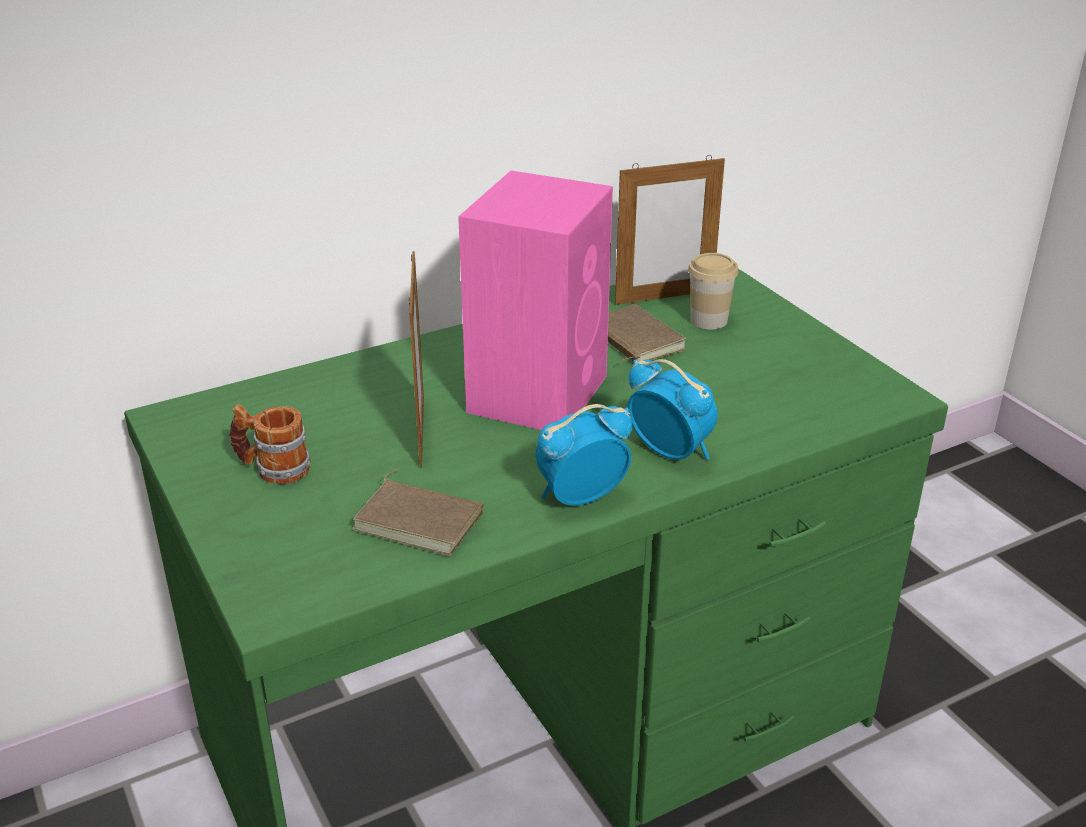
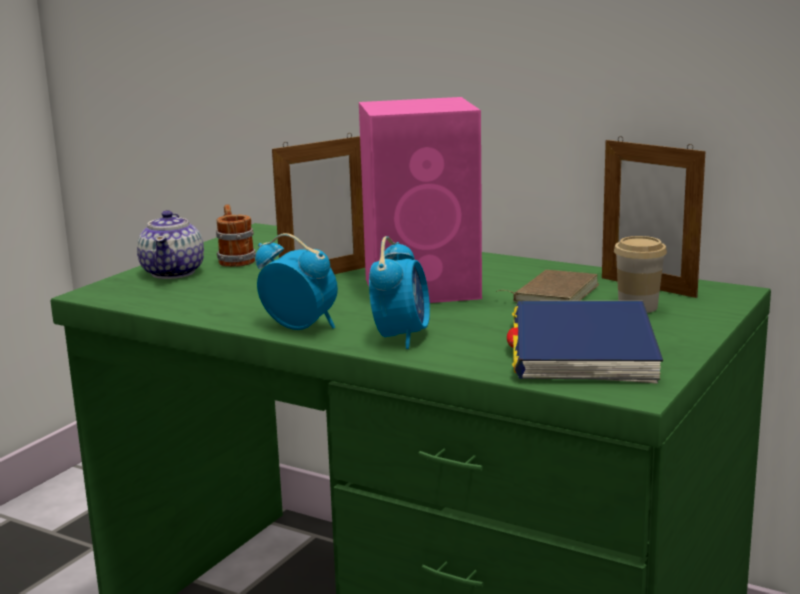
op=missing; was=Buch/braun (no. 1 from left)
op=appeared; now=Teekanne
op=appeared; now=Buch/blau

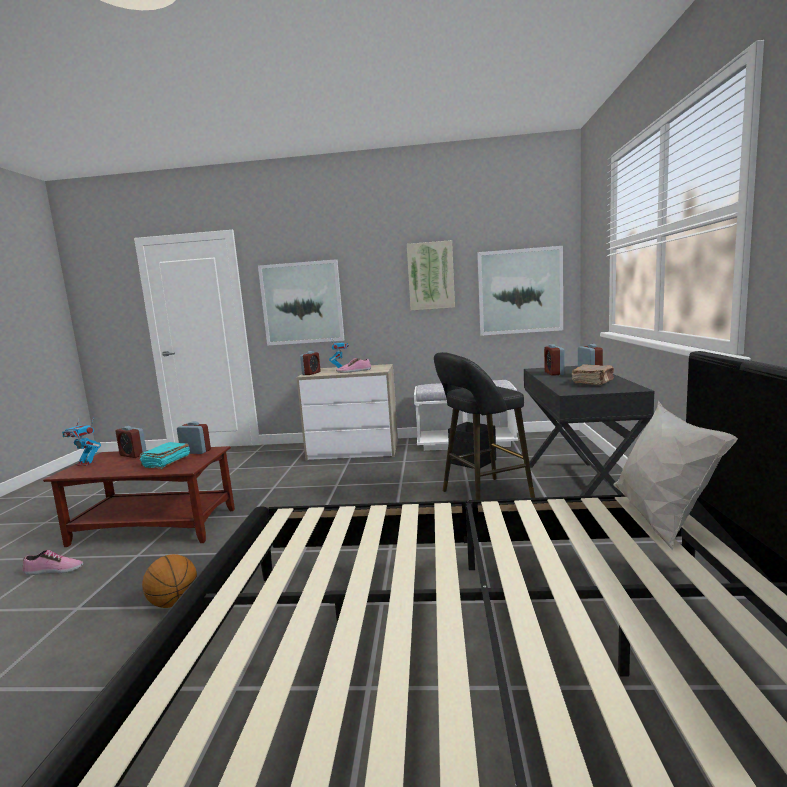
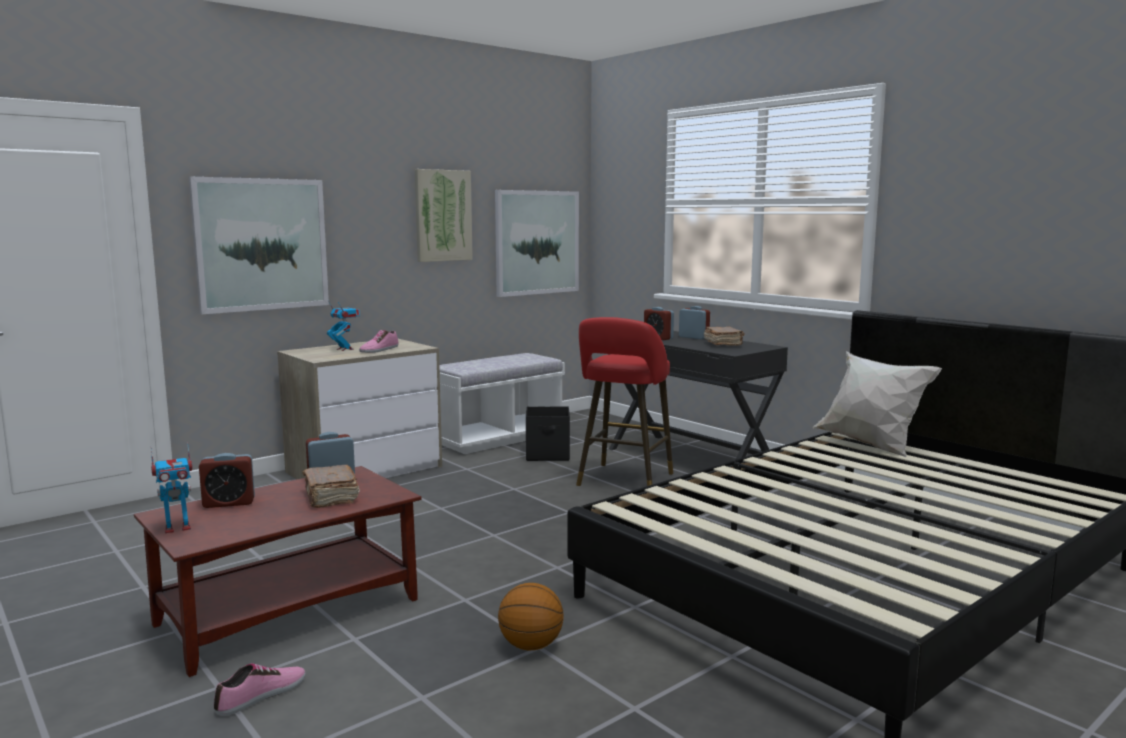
op=colour; was=Buch/türkis; now=Buch/braun (no. 1 from left)
op=missing; was=Wecker (no. 3 from left)
op=colour; was=Hocker/schwarz; now=Hocker/rot

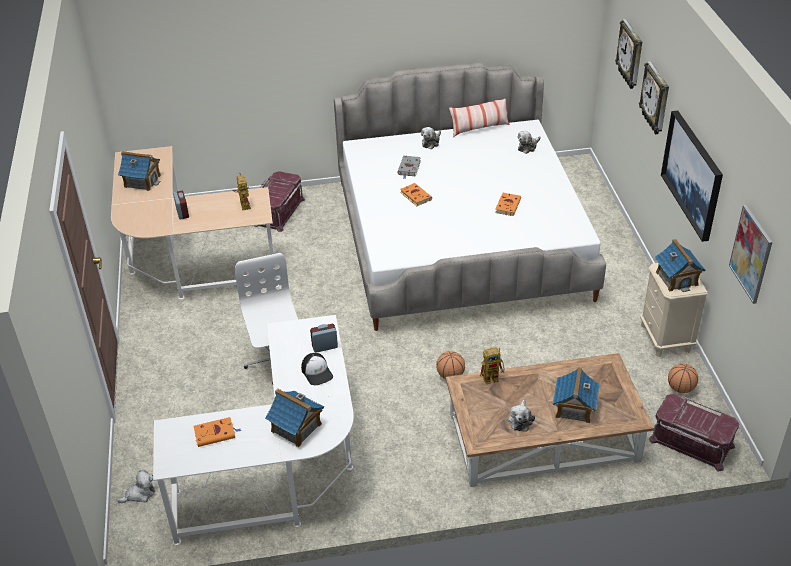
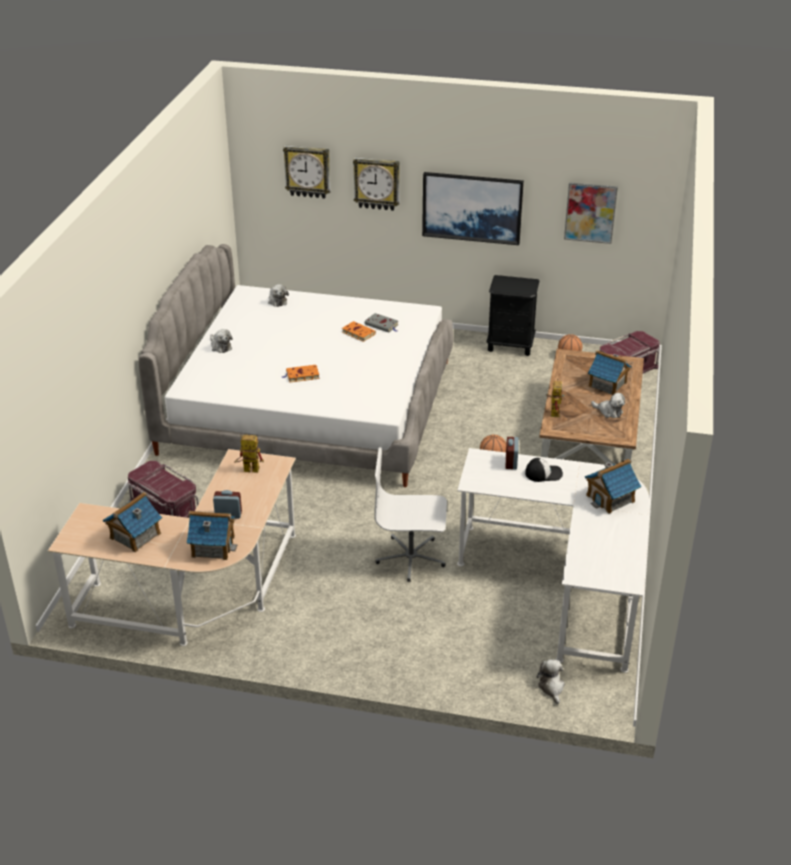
op=missing; was=Buch/orange (no. 1 from left)
op=relocated; was=Buch/grau
op=missing; was=Kissen
op=colour; was=Nachttisch/beige; now=Nachttisch/schwarz
op=relocated; was=Spielzeughaus (no. 4 from left in the first image); now=Spielzeughaus (no. 2 from left)

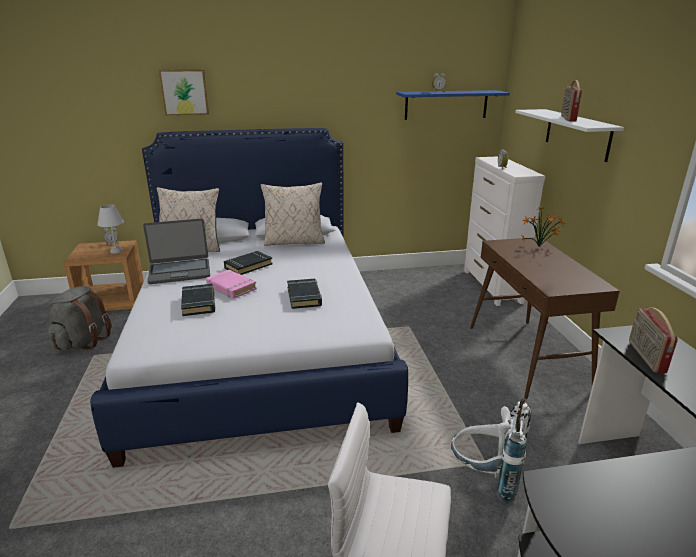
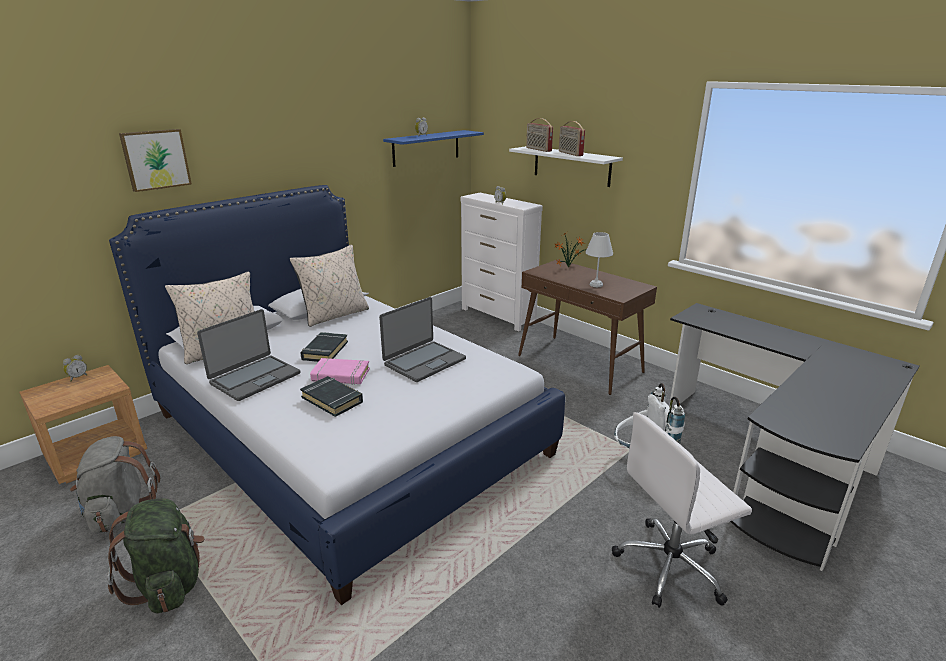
op=relocated; was=Tischlampe/weiß
op=exchanged; was=Buch/schwarz (no. 3 from left); now=Laptop (no. 2 from left)
op=relocated; was=Radio (no. 2 from left in the first image); now=Radio (no. 1 from left)
op=appeared; now=Rucksack/grün

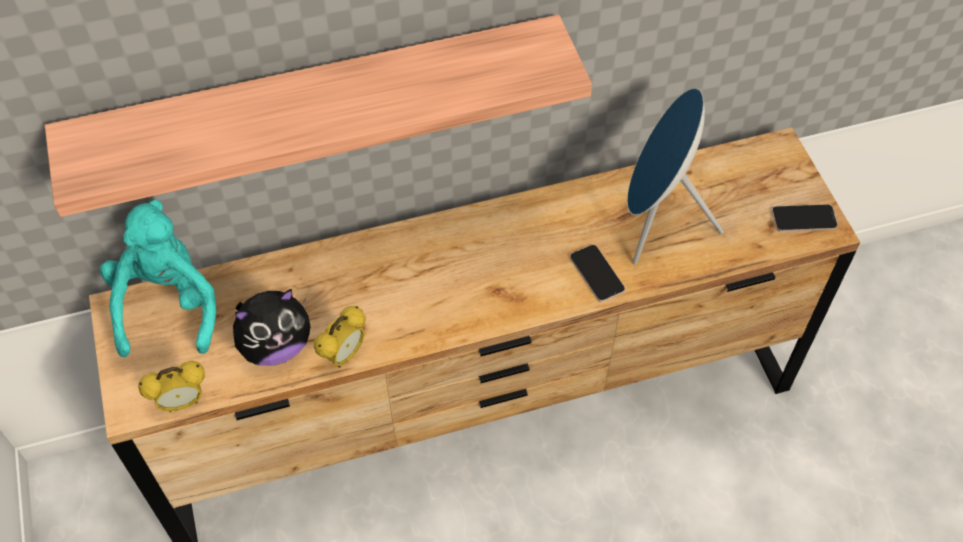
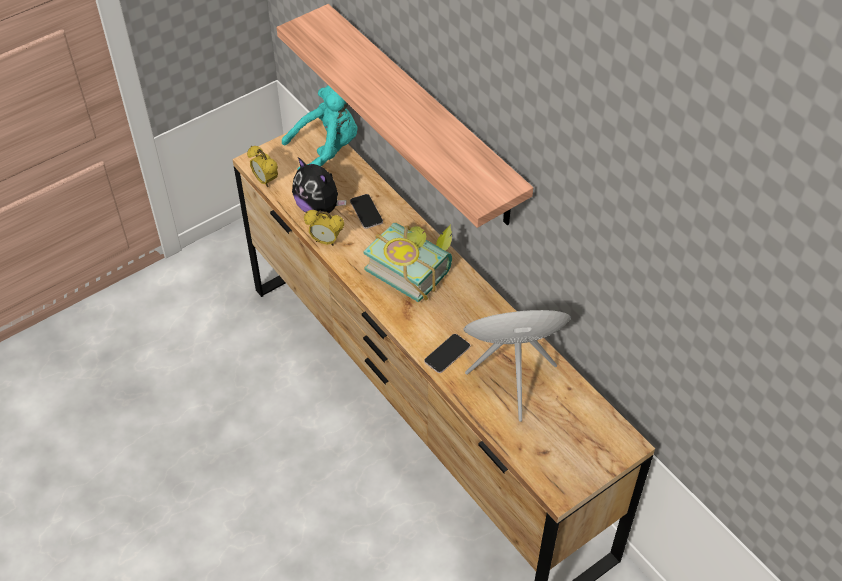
op=relocated; was=Handy (no. 2 from left in the first image); now=Handy (no. 1 from left)
op=appeared; now=Buch

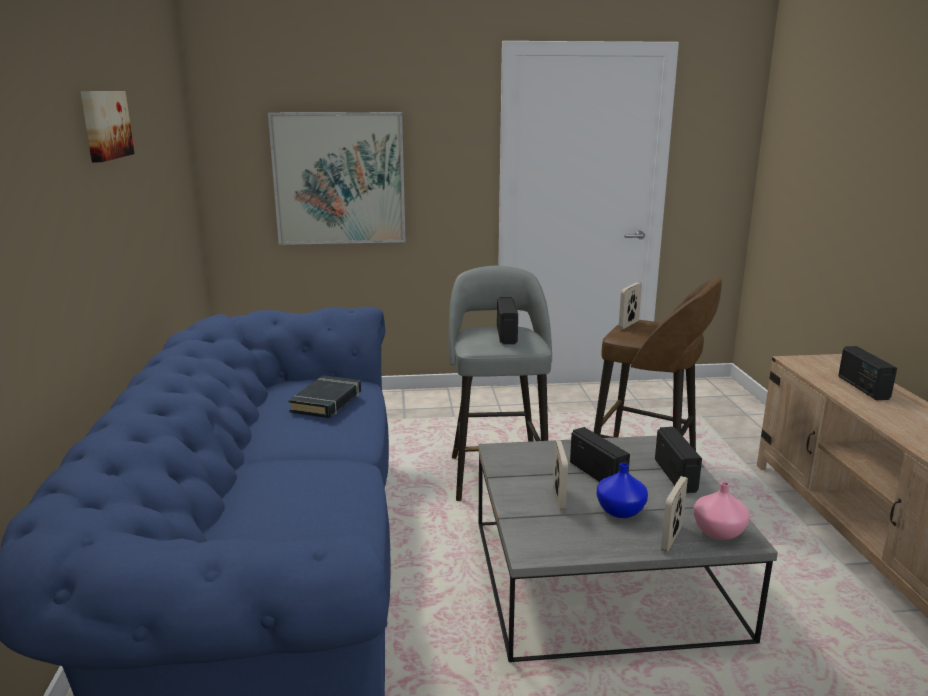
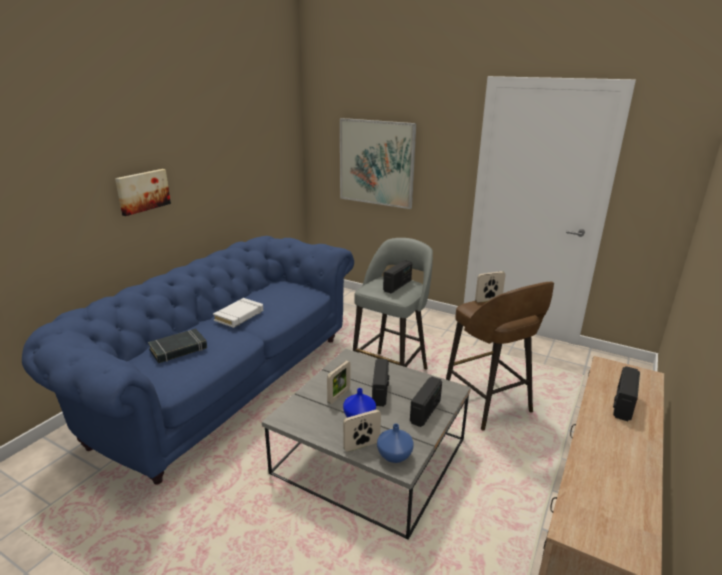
op=relocated; was=Bild (no. 1 from left)
op=relocated; was=Buch/schwarz
op=colour; was=Vase/rosa; now=Vase/blau (no. 2 from left)
op=appeared; now=Buch/weiß

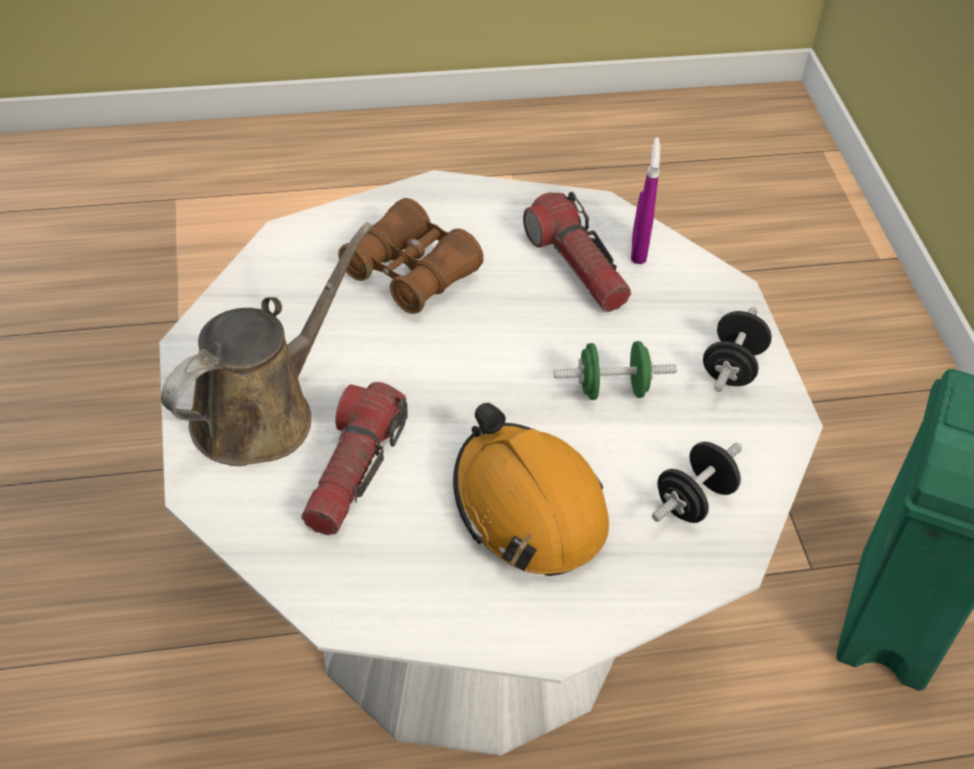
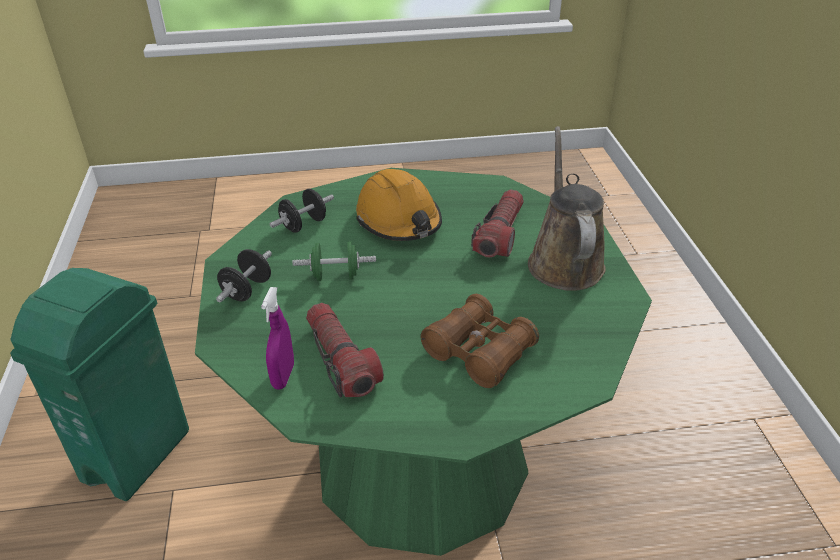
op=colour; was=Esstisch/weiß; now=Esstisch/grün
op=spun; was=Gießkanne/braun; clockwise=135

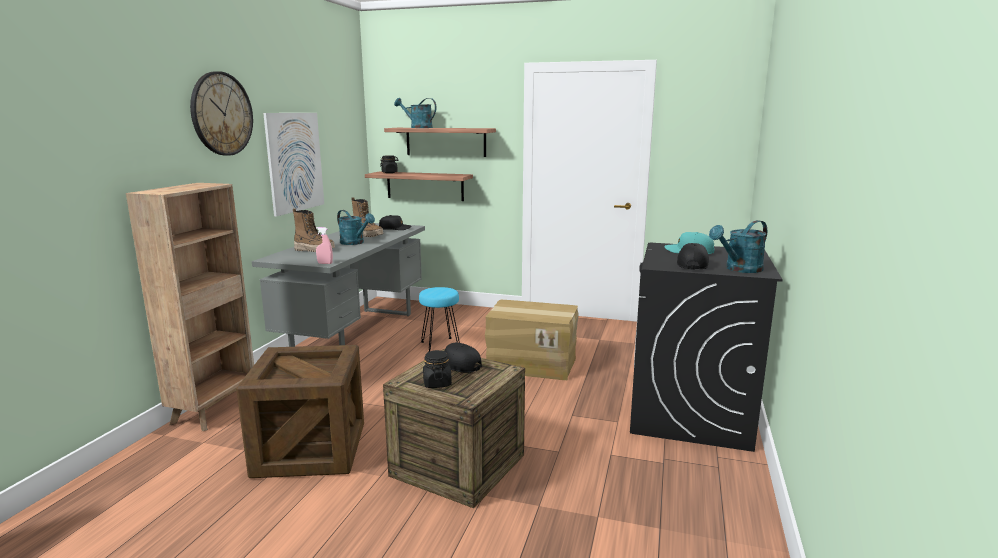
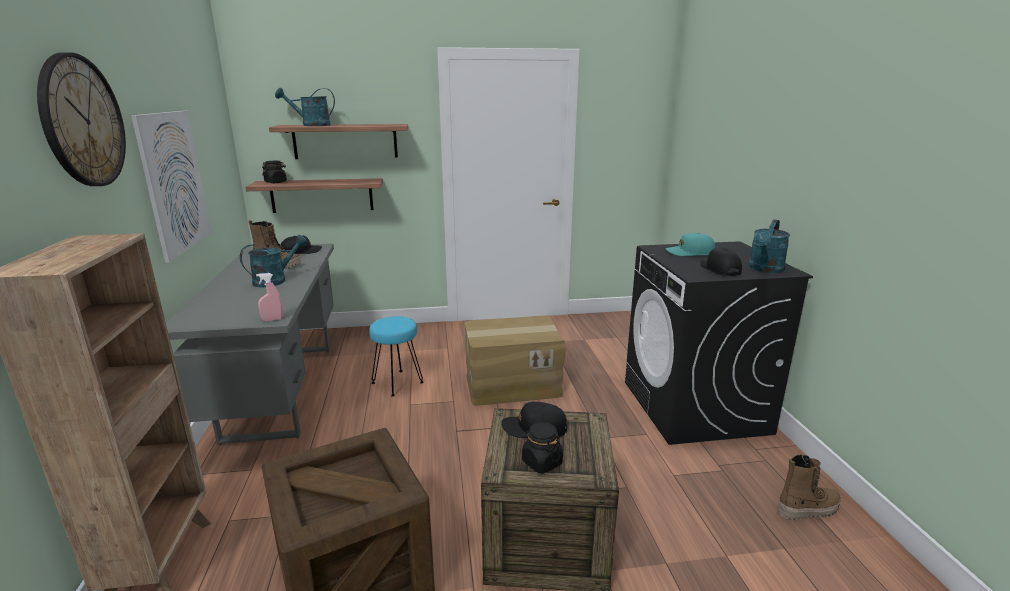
op=relocated; was=Stiefel (no. 1 from left in the first image); now=Stiefel (no. 2 from left)
op=spun; was=Gießkanne/türkis (no. 1 from left); clockwise=-60

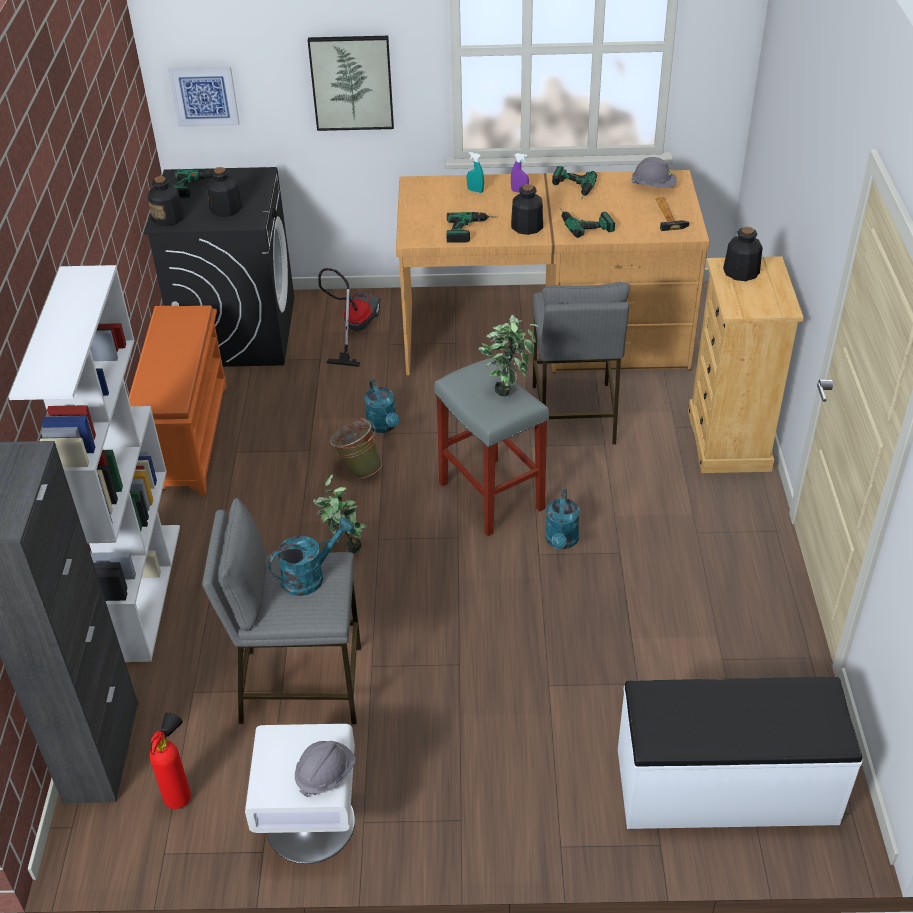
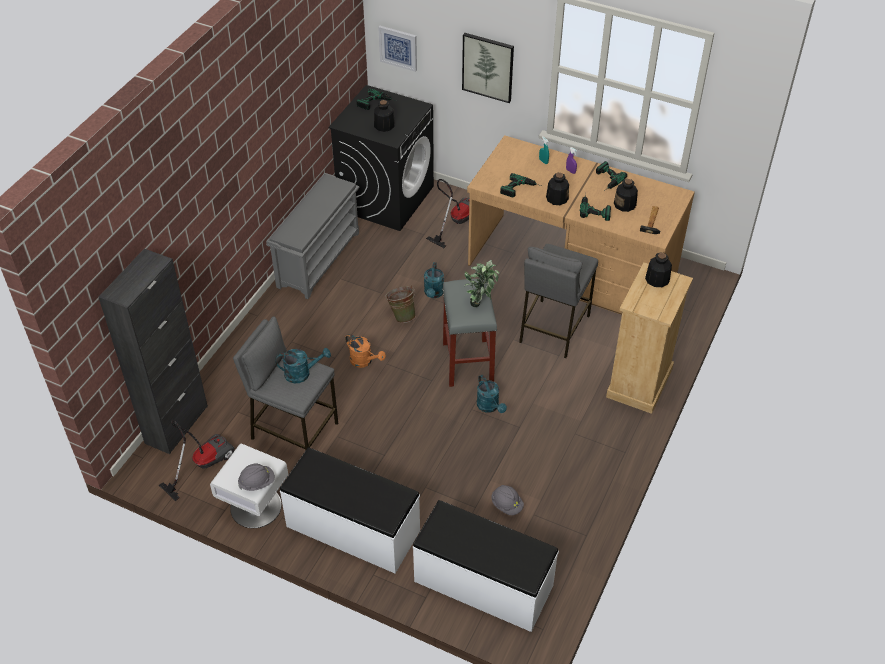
op=missing; was=Bücherregal/weiß
op=colour; was=Schuhregal/orange; now=Schuhregal/grau
op=relocated; was=Flasche (no. 1 from left in the first image); now=Flasche (no. 3 from left)
op=exchanged; was=Feuerlöscher; now=Staubsauger (no. 1 from left)
op=exchanged; was=Topfpflanze (no. 1 from left); now=Gießkanne/orange
op=spun; was=Gießkanne/türkis (no. 3 from left); clockwise=-60
op=relocated; was=Schutzhelm/grau (no. 2 from left)
op=appeared; now=Bank/weiß (no. 1 from left)

